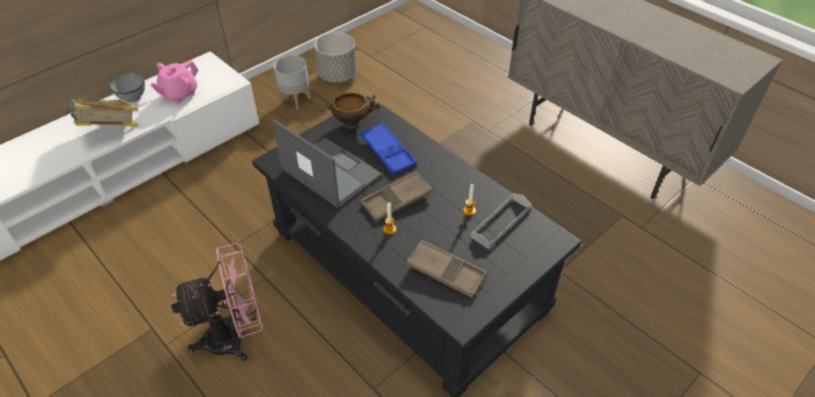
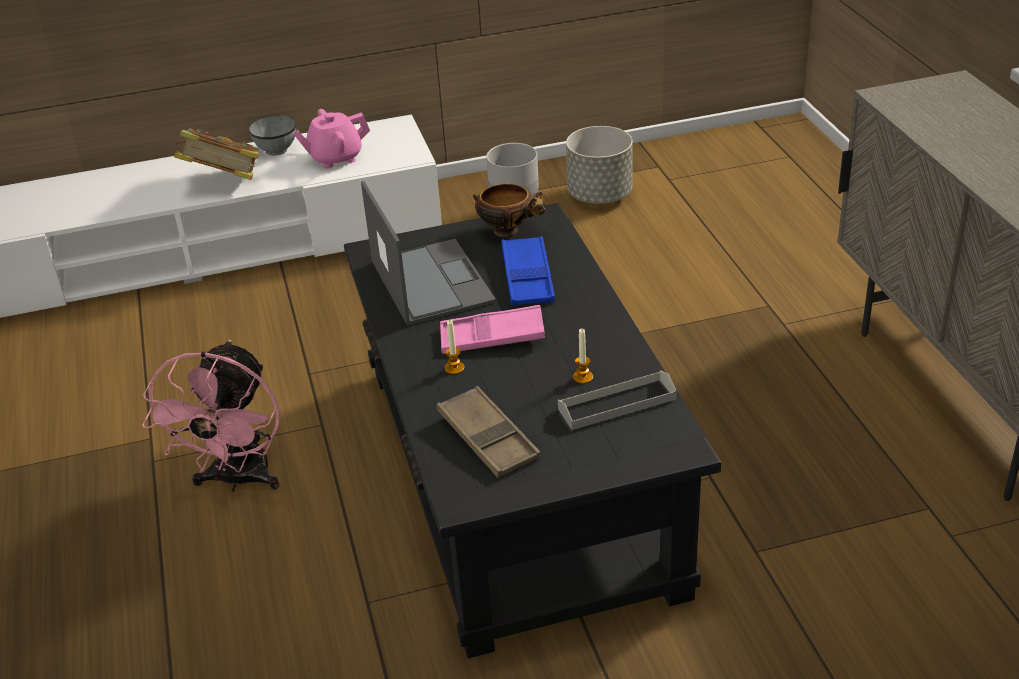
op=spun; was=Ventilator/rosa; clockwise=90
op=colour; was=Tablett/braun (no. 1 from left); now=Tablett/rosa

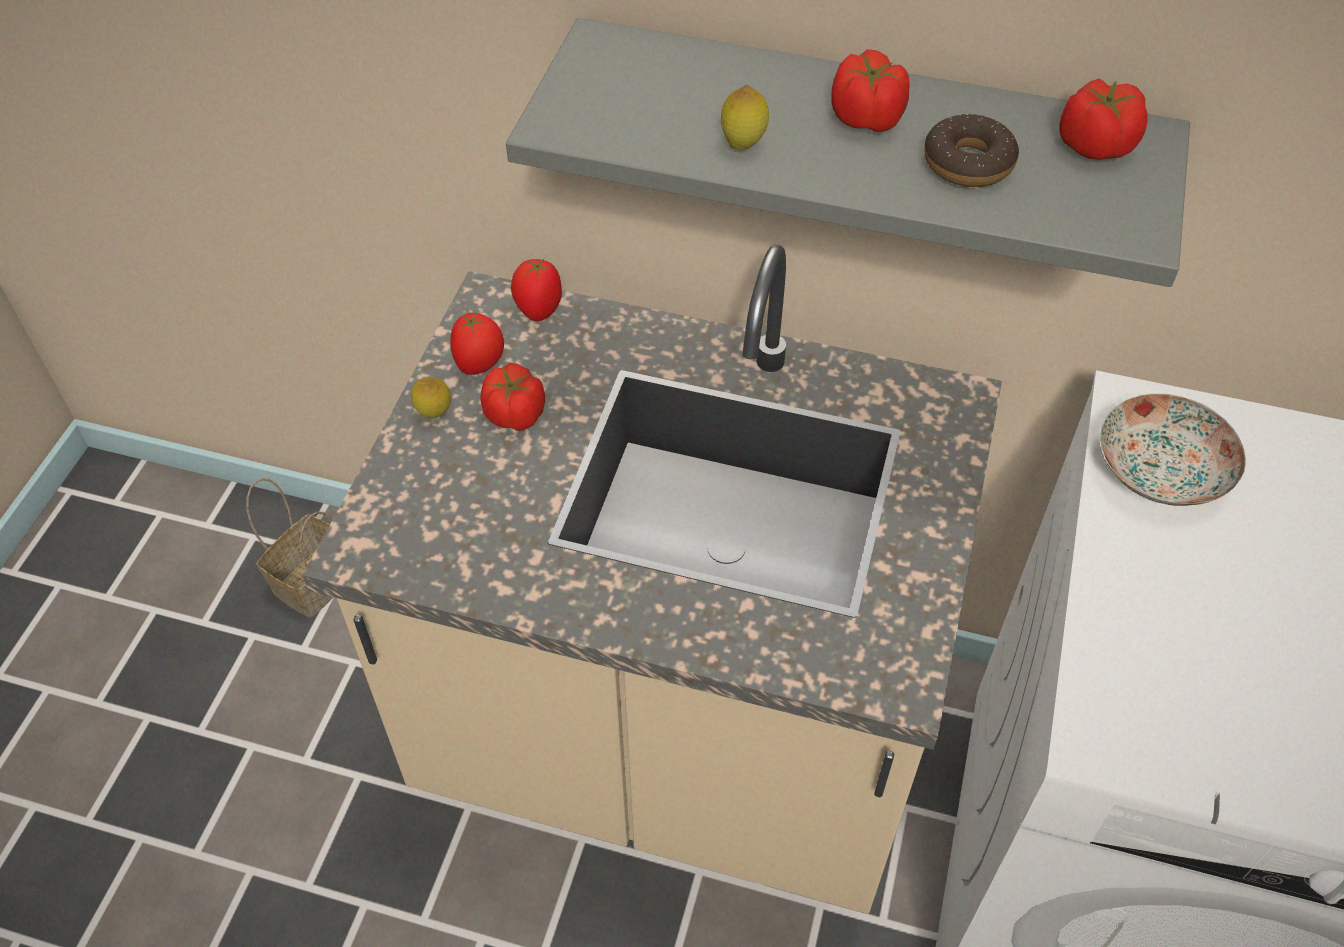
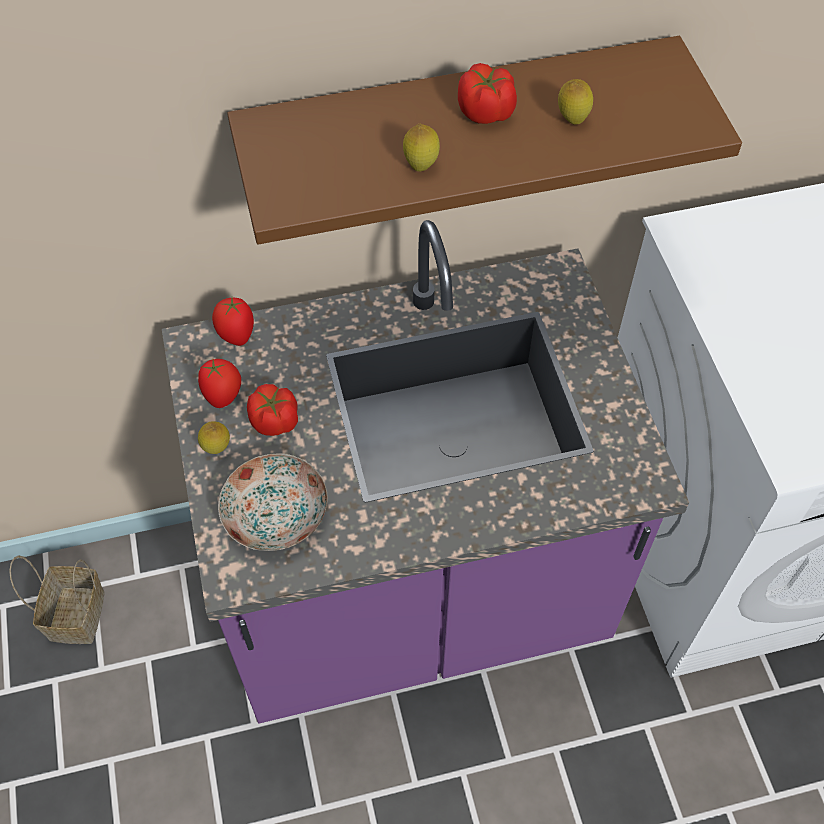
op=colour; was=Küchenzeile/beige; now=Küchenzeile/lila
op=colour; was=Wandregal/grau; now=Wandregal/braun
op=exchanged; was=Donut; now=Zitrone (no. 3 from left)
op=missing; was=Tomate (no. 5 from left)
op=relocated; was=Teller

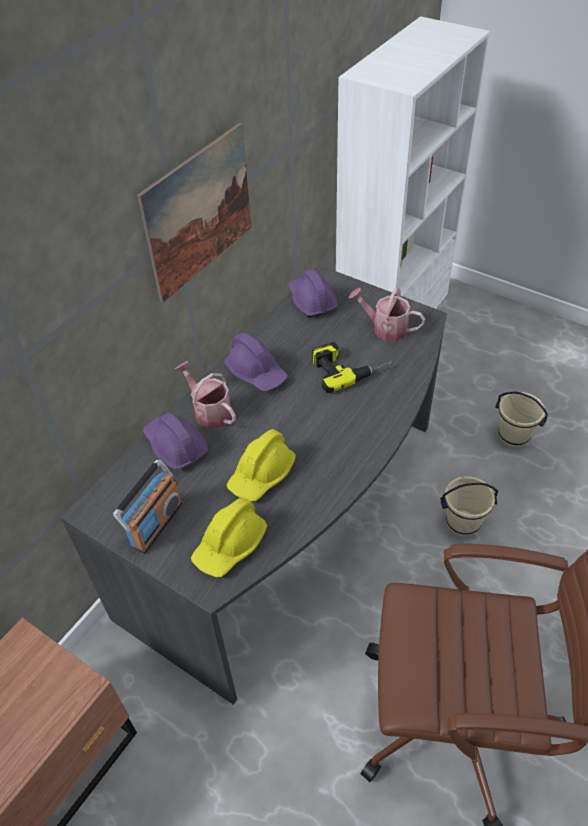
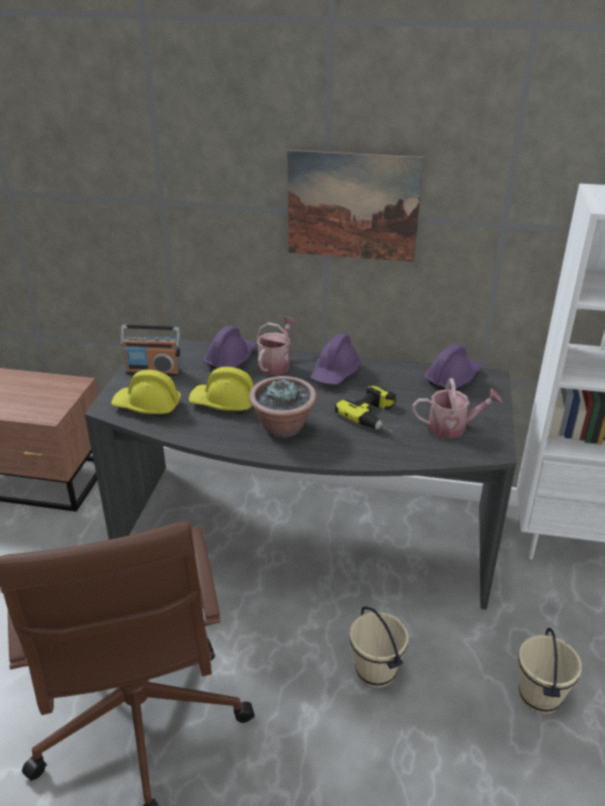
op=spun; was=Gießkanne (no. 2 from left); clockwise=90
op=appeared; now=Topfpflanze

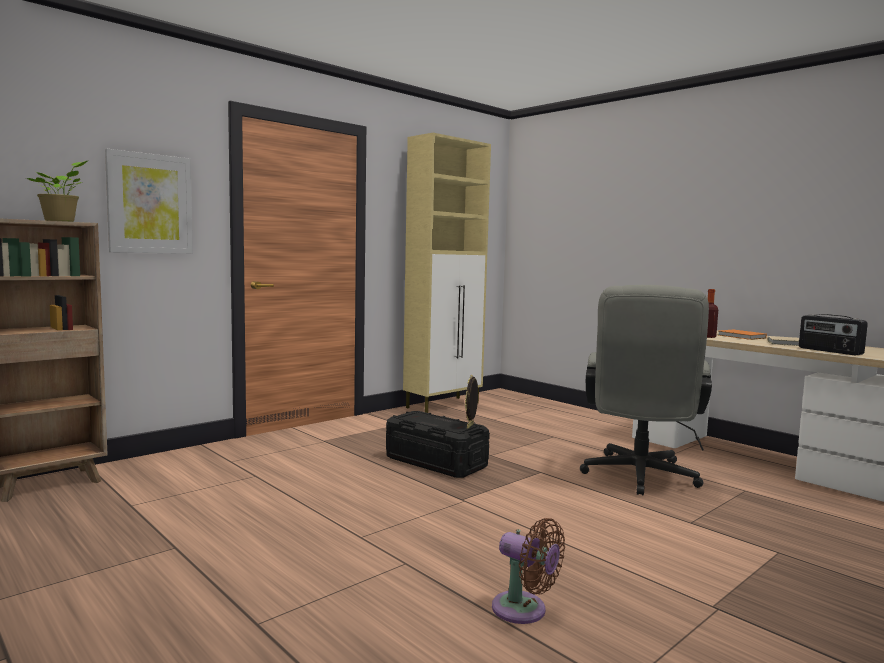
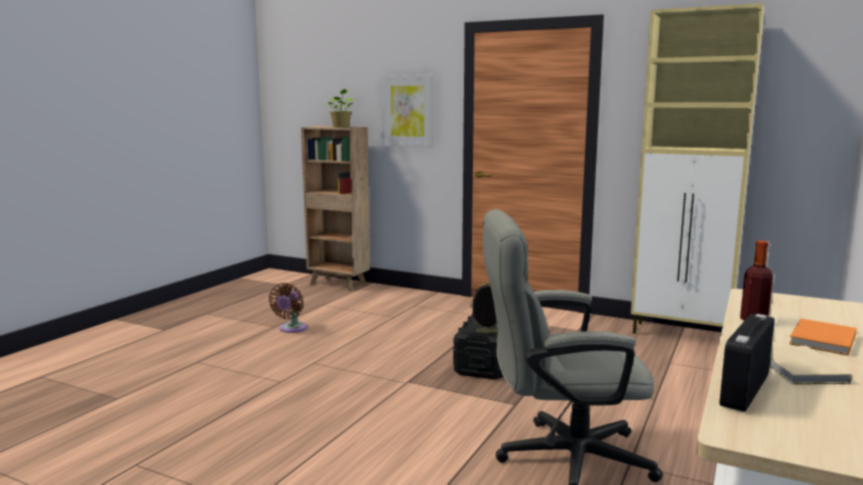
op=relocated; was=Ventilator/braun

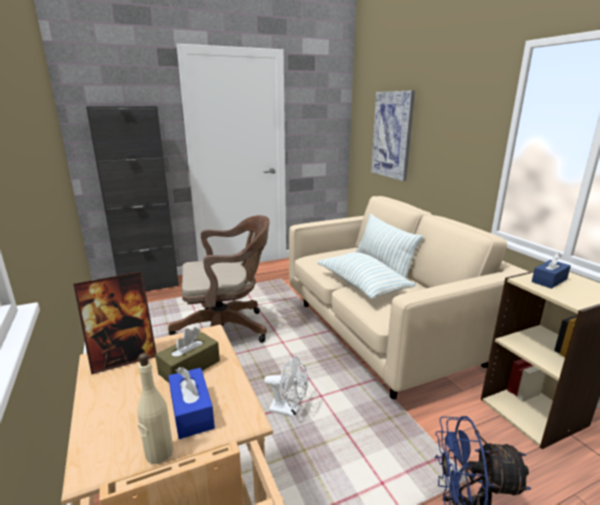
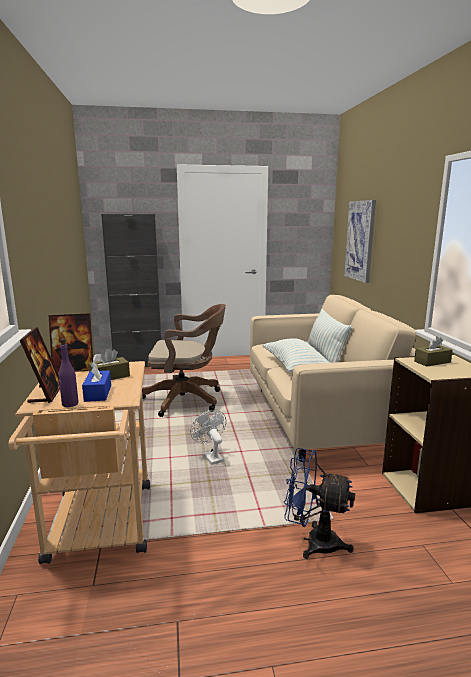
op=colour; was=Flasche/beige; now=Flasche/lila
op=spun; was=Ventilator/weiß; clockwise=-150
op=colour; was=Taschentuchbox/blau (no. 2 from left); now=Taschentuchbox/braun (no. 2 from left)
op=appeared; now=Bilderrahmen (no. 1 from left)

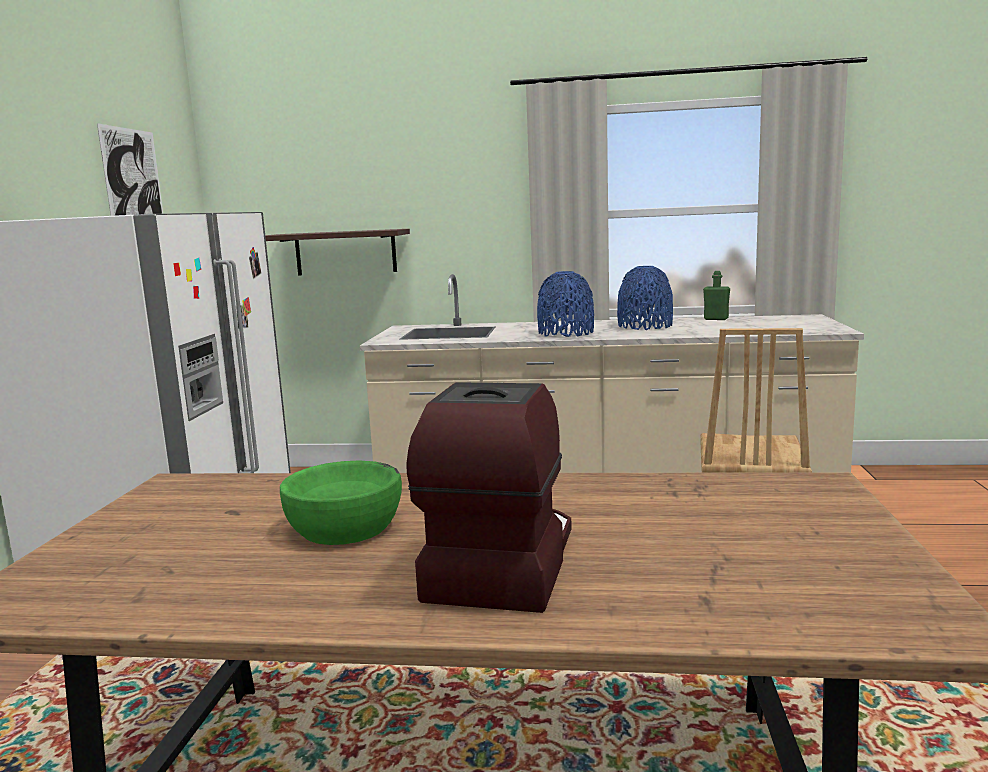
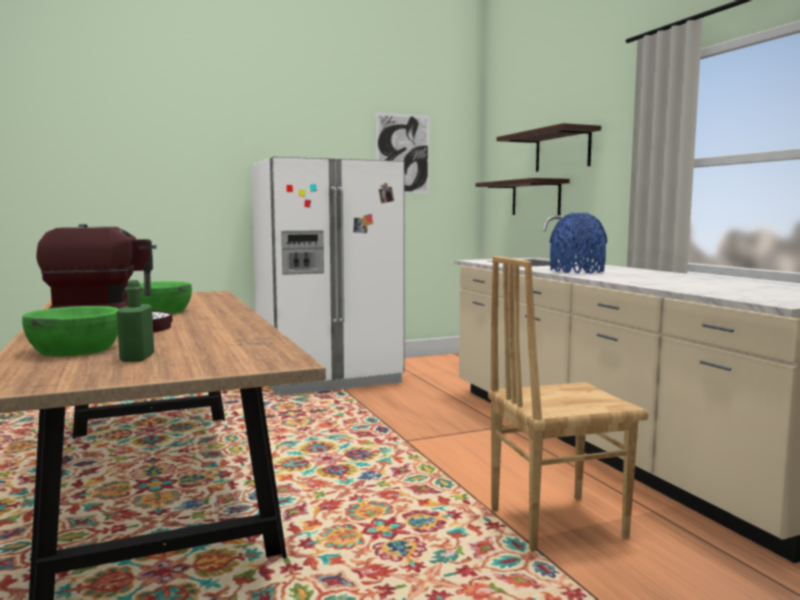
op=missing; was=Vase/blau (no. 2 from left)
op=relocated; was=Flasche/grün
op=appeared; now=Schüssel/grün (no. 1 from left)
op=appeared; now=Wandregal (no. 2 from left)

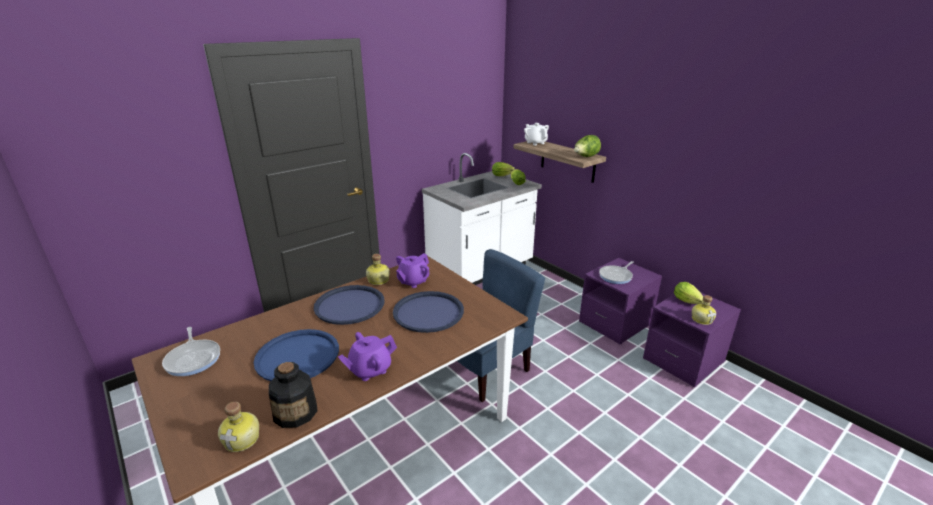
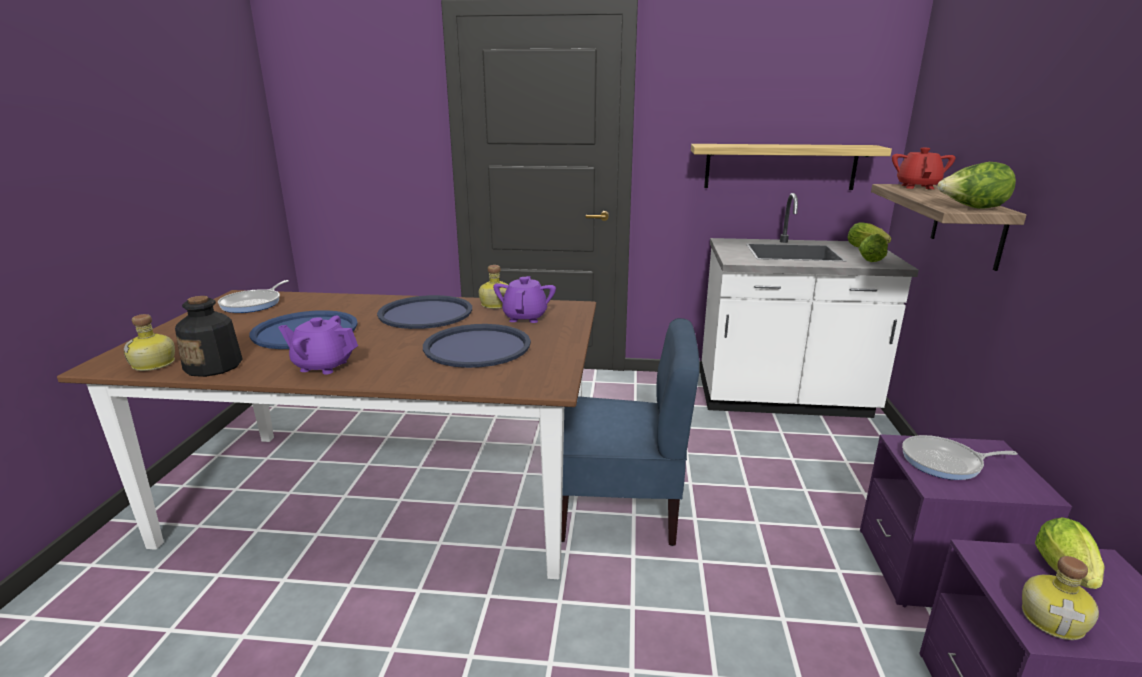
op=spun; was=Teekanne/lila (no. 2 from left); clockwise=105
op=colour; was=Teekanne/weiß; now=Teekanne/rot
op=appeared; now=Wandregal (no. 1 from left)

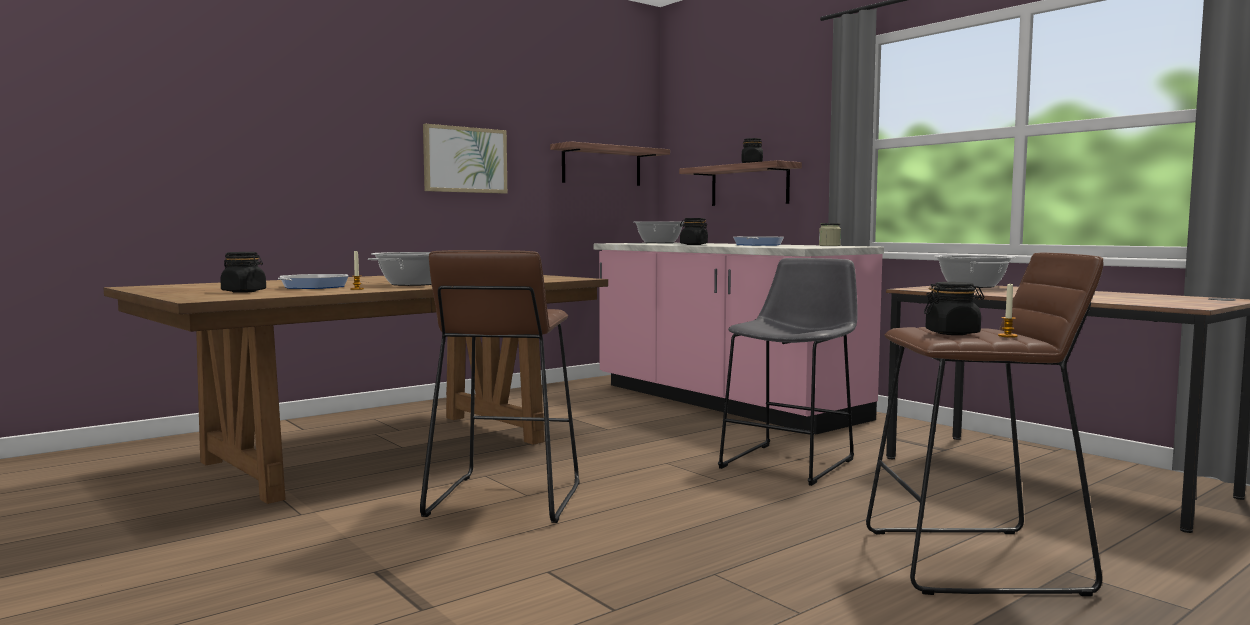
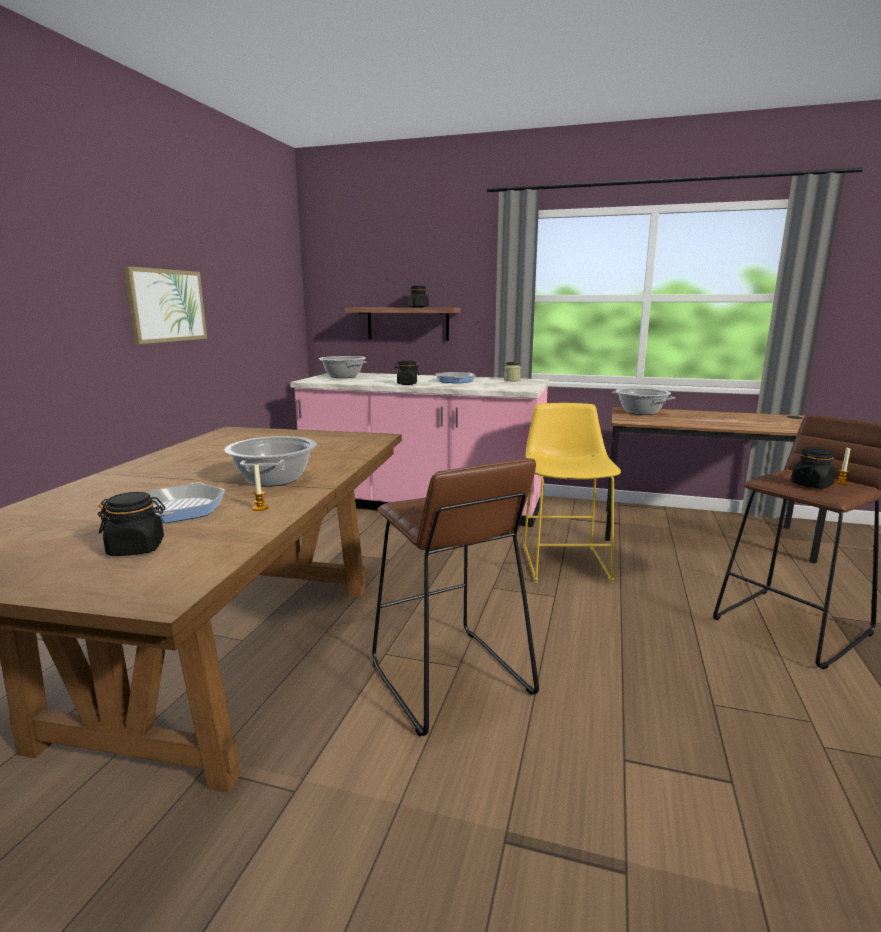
op=missing; was=Wandregal (no. 1 from left)
op=colour; was=Hocker/grau; now=Hocker/gelb

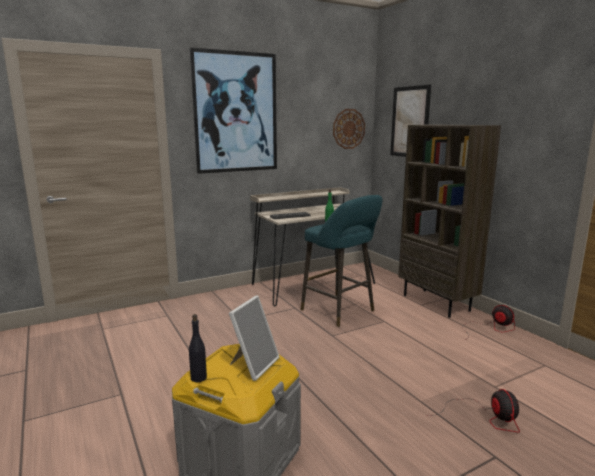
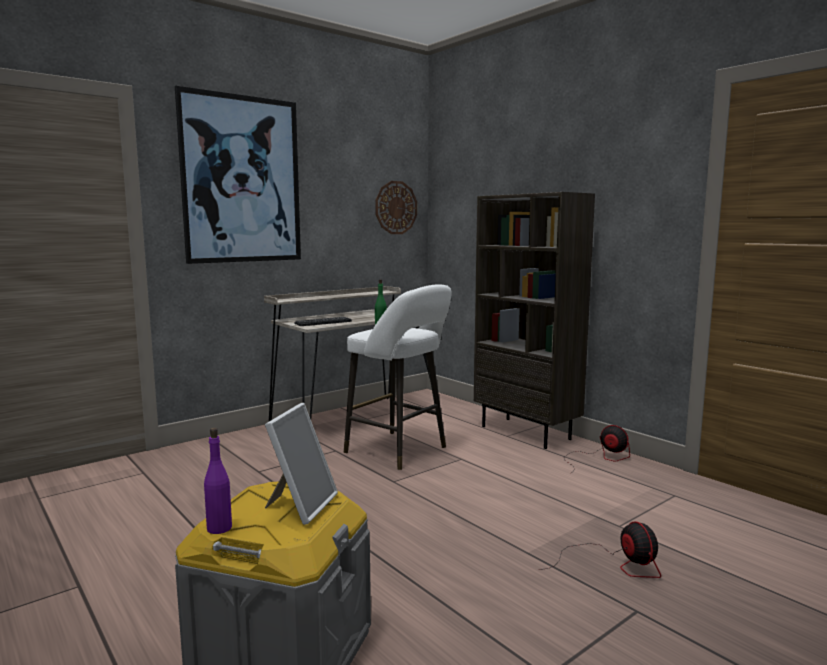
op=colour; was=Flasche/schwarz; now=Flasche/lila
op=colour; was=Hocker/türkis; now=Hocker/weiß
op=missing; was=Bild (no. 2 from left)

